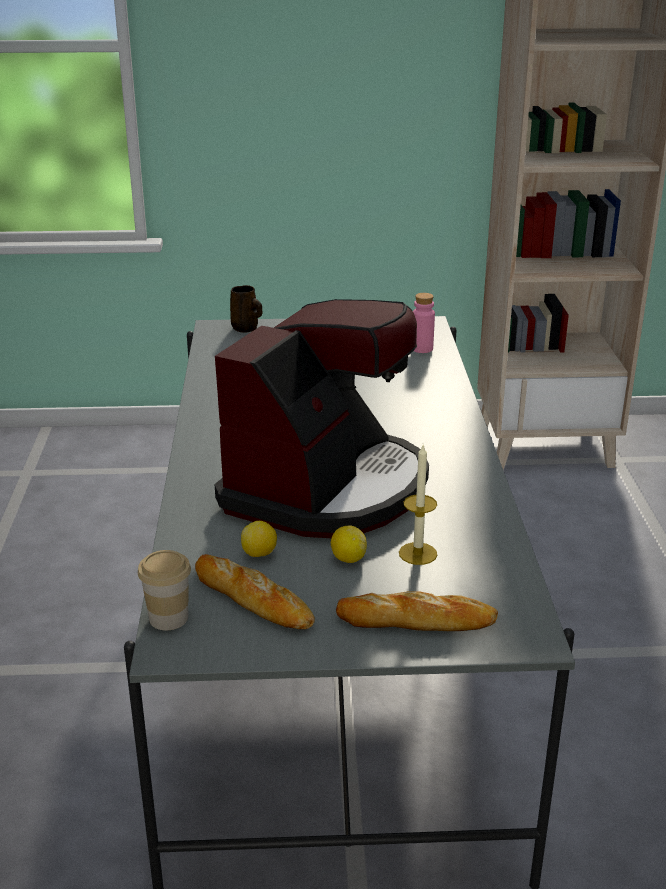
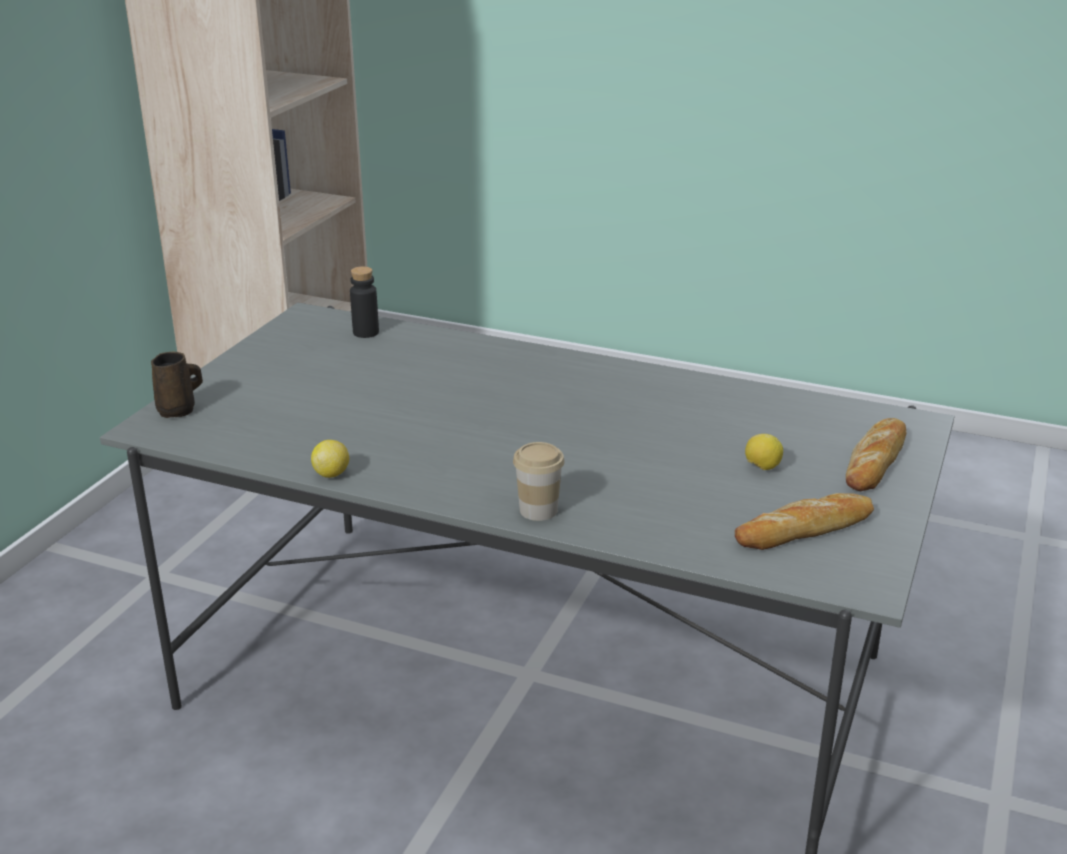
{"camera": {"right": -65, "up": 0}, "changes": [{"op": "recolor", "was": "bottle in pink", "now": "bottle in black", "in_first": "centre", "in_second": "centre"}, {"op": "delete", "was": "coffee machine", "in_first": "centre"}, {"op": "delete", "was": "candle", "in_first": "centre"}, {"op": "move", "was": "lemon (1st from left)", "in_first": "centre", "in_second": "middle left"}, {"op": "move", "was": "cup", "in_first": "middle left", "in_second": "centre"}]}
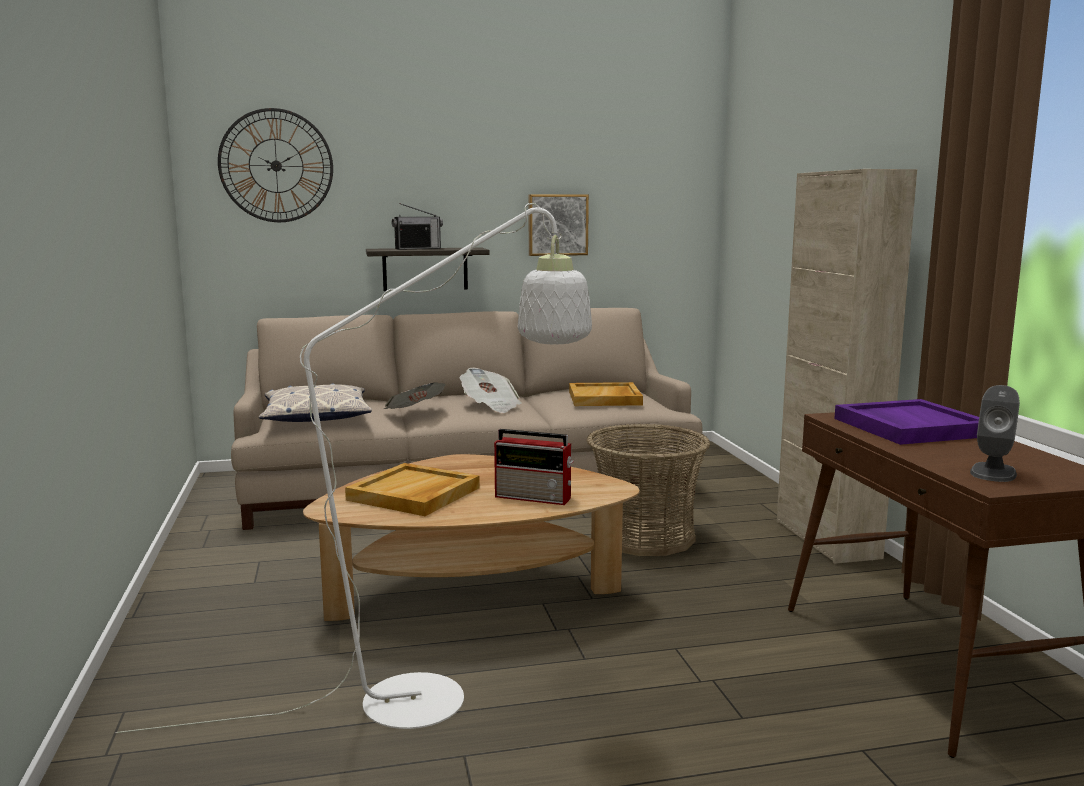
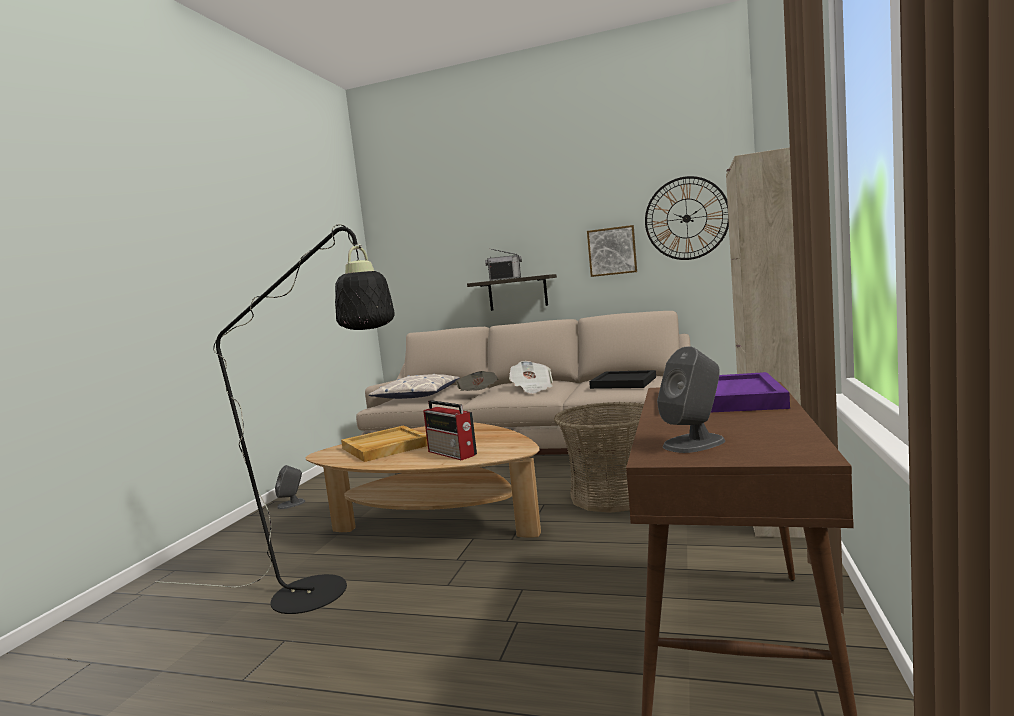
{"camera": {"right": 30, "up": -5}, "changes": [{"op": "move", "was": "wall clock", "in_first": "top left", "in_second": "top right"}, {"op": "recolor", "was": "floor lamp in white", "now": "floor lamp in black", "in_first": "middle left", "in_second": "middle left"}, {"op": "recolor", "was": "tray in beige (2nd from left)", "now": "tray in black", "in_first": "centre", "in_second": "centre"}, {"op": "insert", "now": "speaker in grey (1st from left)", "in_second": "bottom left"}]}
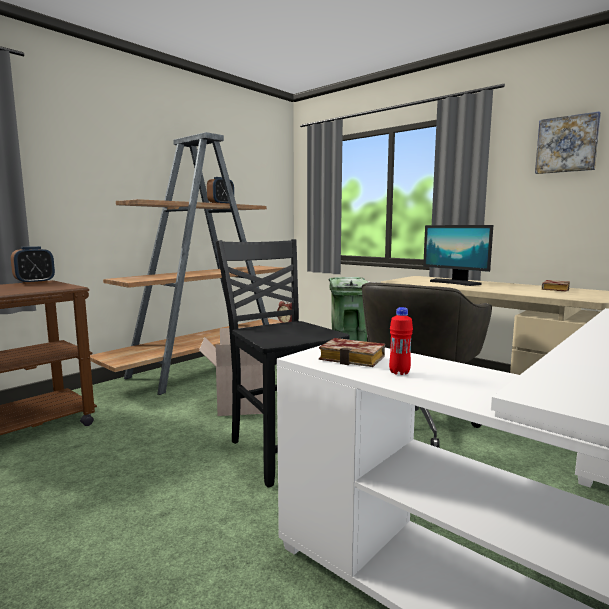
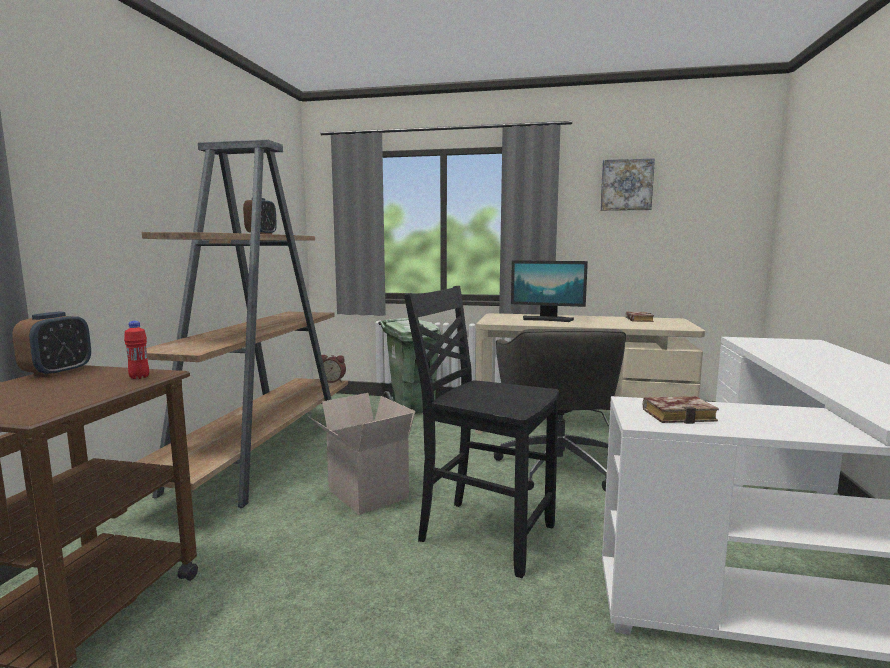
{"camera": {"right": -30, "up": 0}, "changes": [{"op": "move", "was": "bottle in red", "in_first": "centre", "in_second": "middle left"}]}
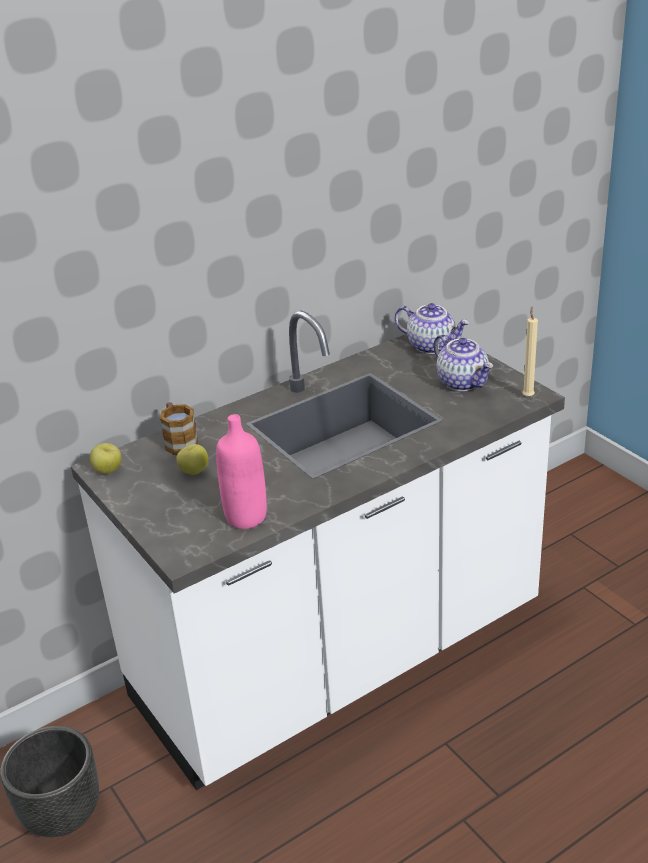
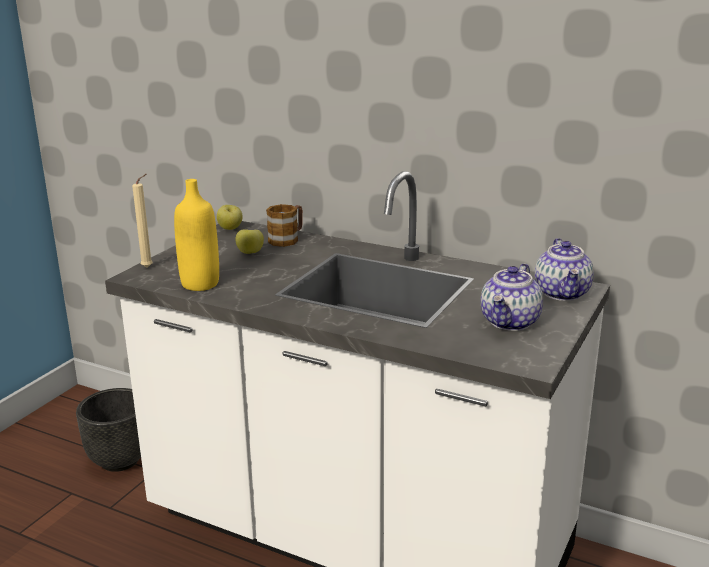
{"camera": {"right": 60, "up": -10}, "changes": [{"op": "move", "was": "candle in beige", "in_first": "middle right", "in_second": "middle left"}, {"op": "recolor", "was": "bottle in pink", "now": "bottle in yellow", "in_first": "centre", "in_second": "middle left"}]}
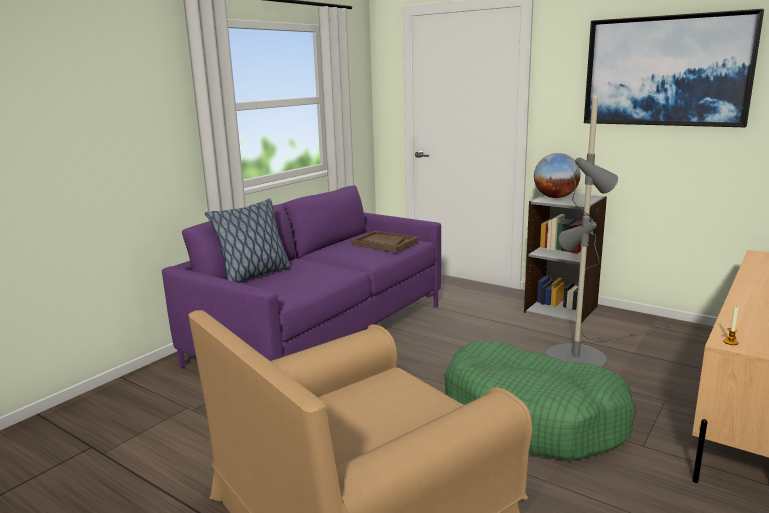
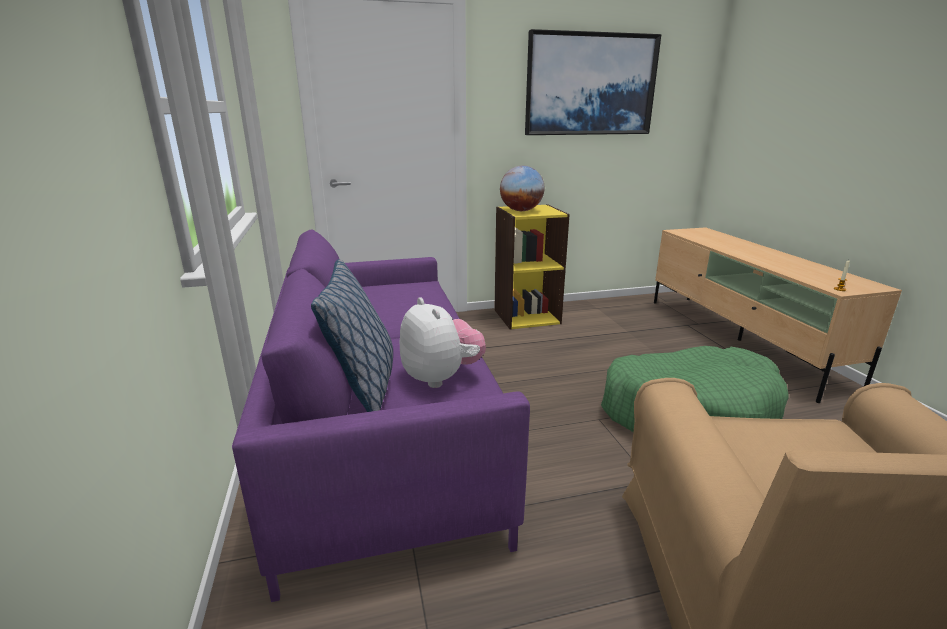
{"camera": {"right": -50, "up": 5}, "changes": [{"op": "delete", "was": "floor lamp in grey", "in_first": "middle right"}, {"op": "recolor", "was": "bookcase in grey", "now": "bookcase in yellow", "in_first": "middle right", "in_second": "centre"}, {"op": "delete", "was": "tray in brown", "in_first": "centre"}, {"op": "insert", "now": "plush toy", "in_second": "centre"}]}
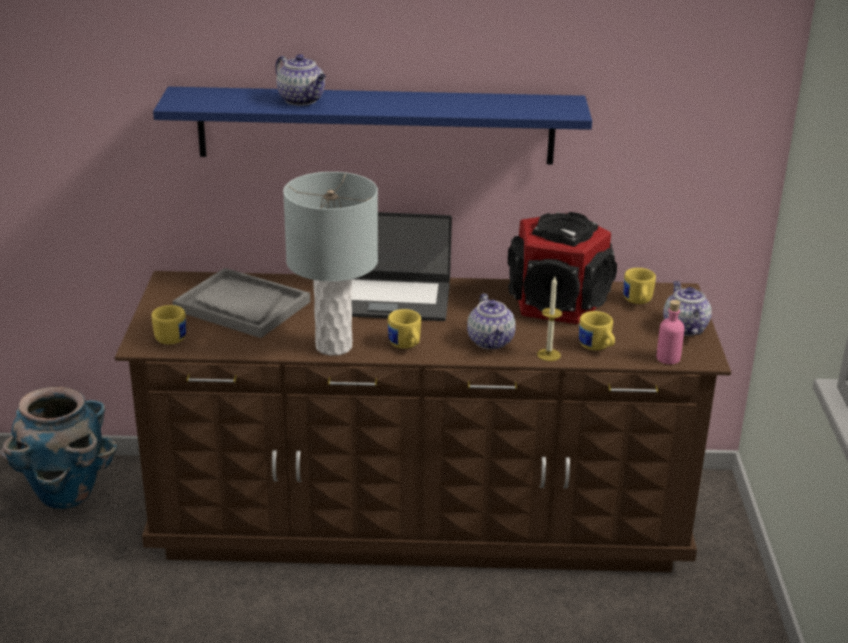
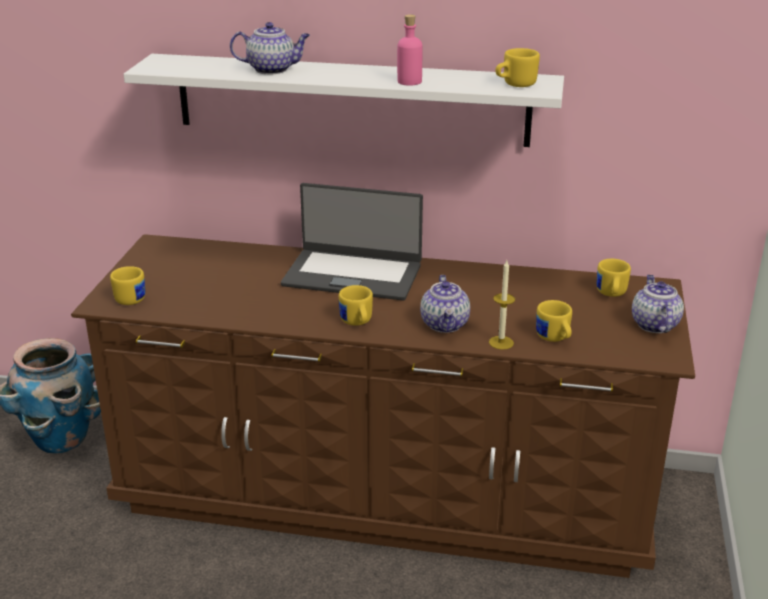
{"camera": {"right": 10, "up": 0}, "changes": [{"op": "rotate", "was": "teapot (1st from left)", "in_first": "top centre", "in_second": "top centre", "clockwise": -60}, {"op": "recolor", "was": "shelf in blue", "now": "shelf in white", "in_first": "top centre", "in_second": "top centre"}, {"op": "delete", "was": "table lamp in grey", "in_first": "centre"}, {"op": "delete", "was": "speaker", "in_first": "centre"}, {"op": "delete", "was": "tray in grey", "in_first": "middle left"}, {"op": "move", "was": "bottle in pink", "in_first": "middle right", "in_second": "top centre"}, {"op": "insert", "now": "mug in yellow (3rd from left)", "in_second": "top right"}]}
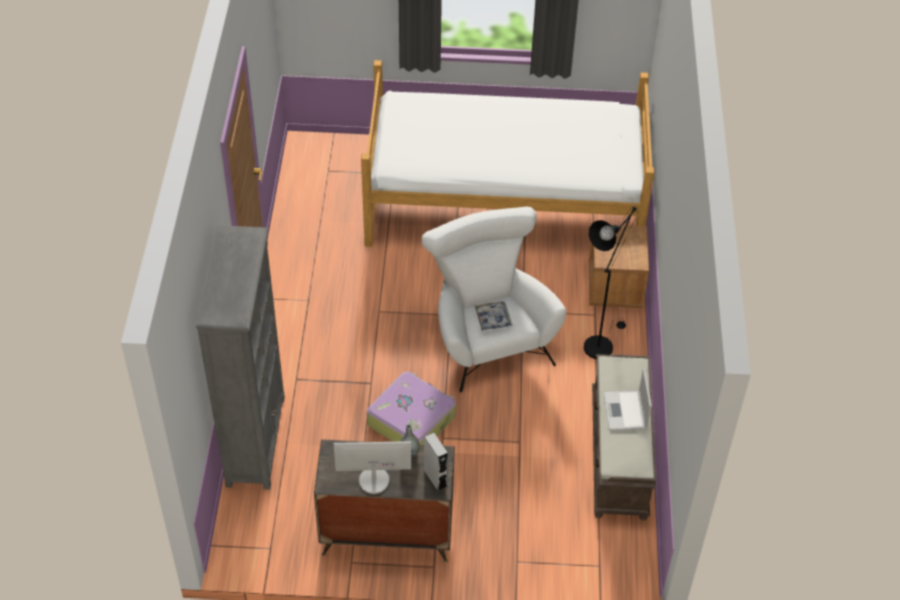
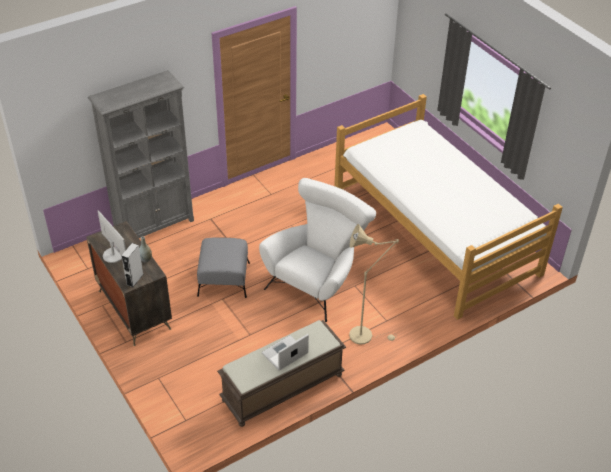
{"camera": {"right": 55, "up": -5}, "changes": [{"op": "recolor", "was": "floor lamp in black", "now": "floor lamp in beige", "in_first": "middle right", "in_second": "centre"}, {"op": "delete", "was": "nightstand in brown", "in_first": "middle right"}, {"op": "delete", "was": "tray", "in_first": "centre"}, {"op": "replace", "was": "suitcase", "now": "ottoman in grey", "in_first": "bottom centre", "in_second": "centre"}]}
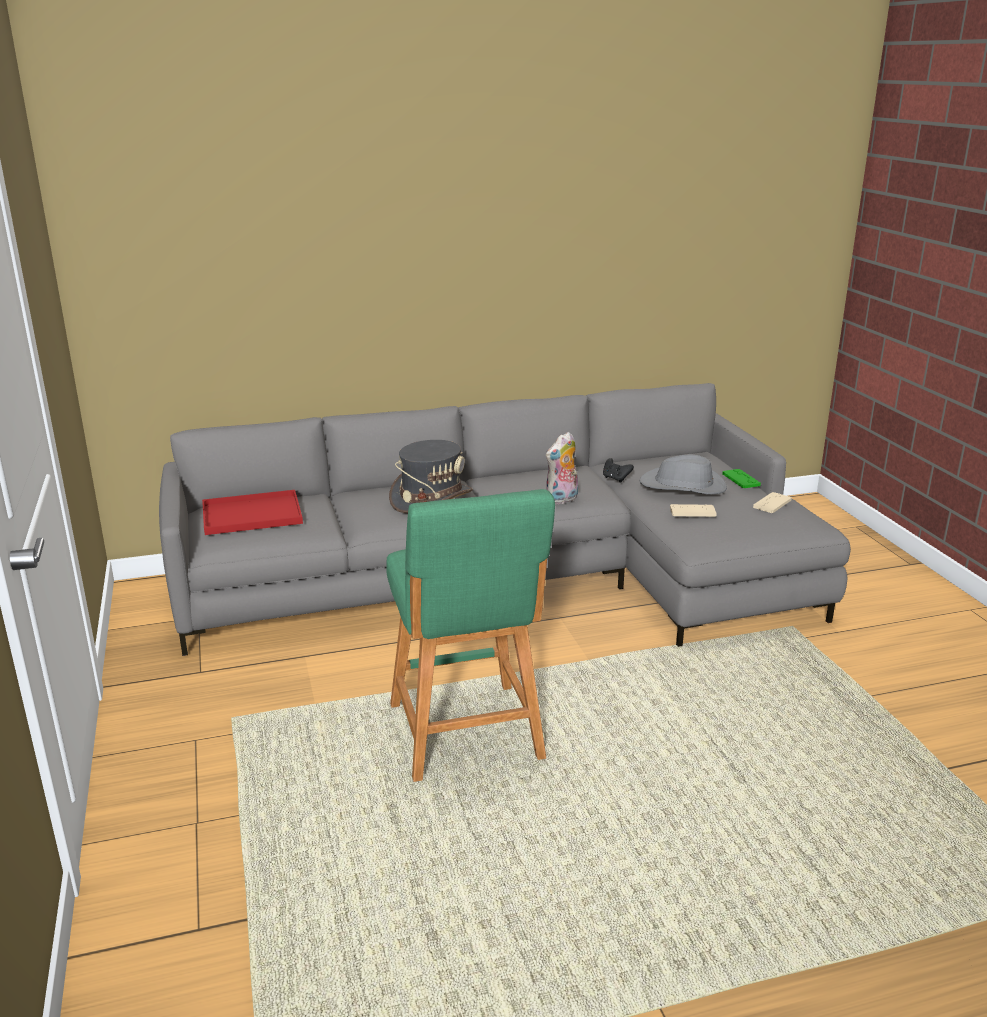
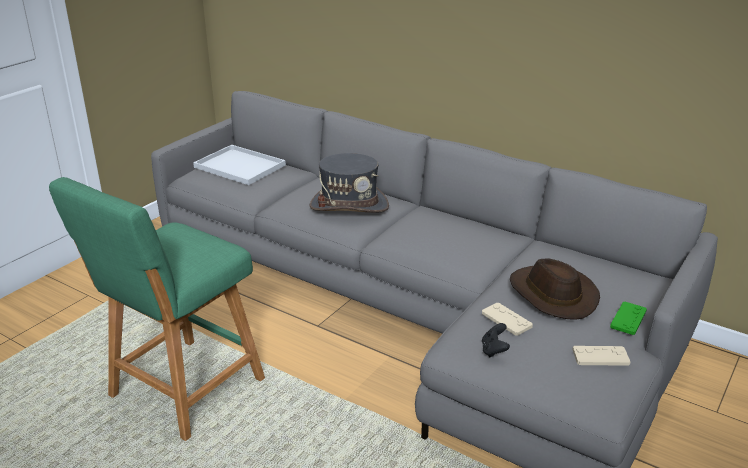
{"camera": {"right": 50, "up": 5}, "changes": [{"op": "delete", "was": "plush toy", "in_first": "centre"}, {"op": "recolor", "was": "hat in grey (2nd from left)", "now": "hat in brown", "in_first": "middle right", "in_second": "middle right"}, {"op": "move", "was": "game controller in black", "in_first": "centre", "in_second": "bottom centre"}, {"op": "recolor", "was": "tray in red", "now": "tray in white", "in_first": "middle left", "in_second": "middle left"}]}
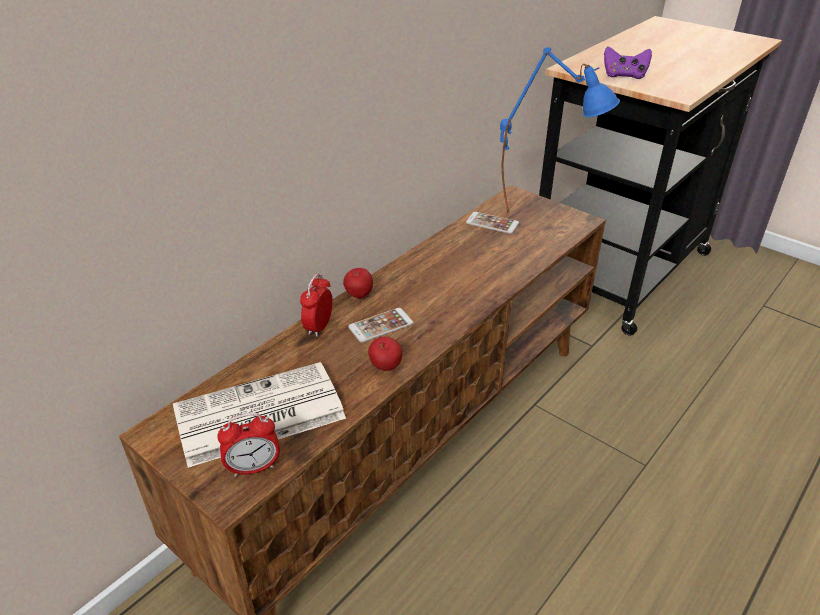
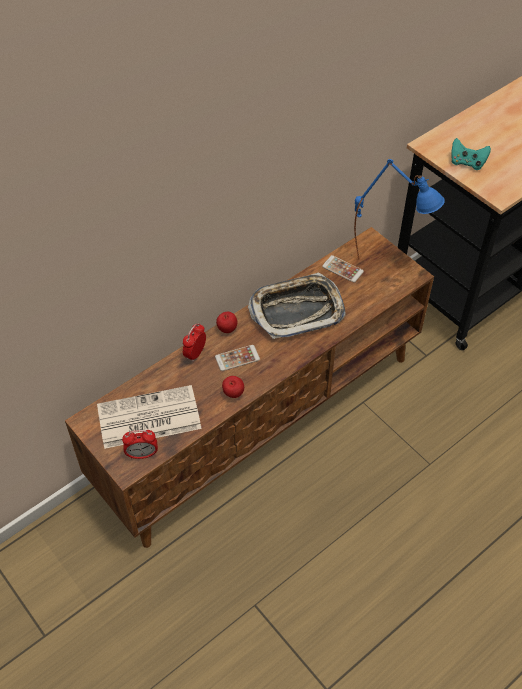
{"camera": {"right": 10, "up": 15}, "changes": [{"op": "recolor", "was": "game controller in purple", "now": "game controller in turquoise", "in_first": "top right", "in_second": "top right"}, {"op": "insert", "now": "tray", "in_second": "centre"}]}
